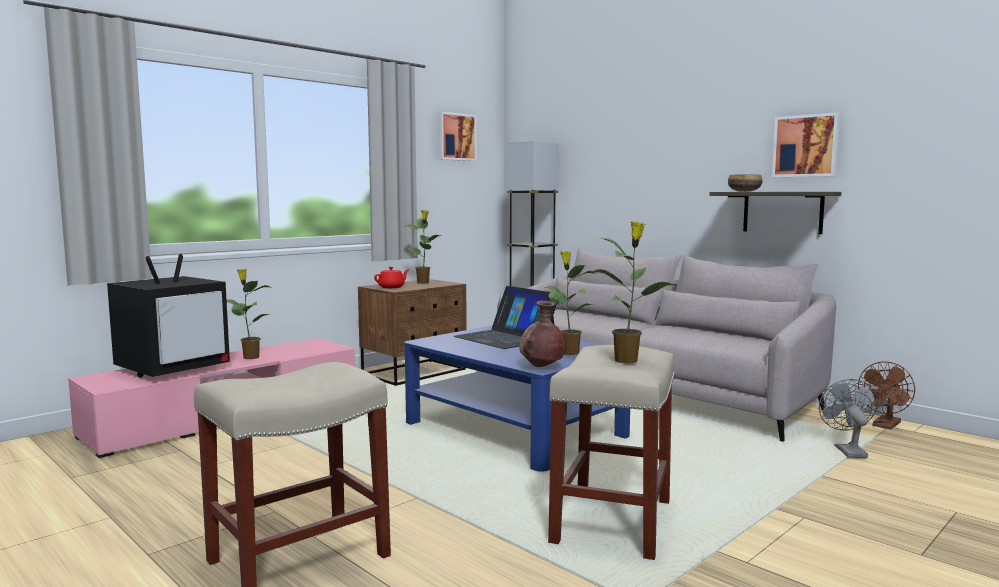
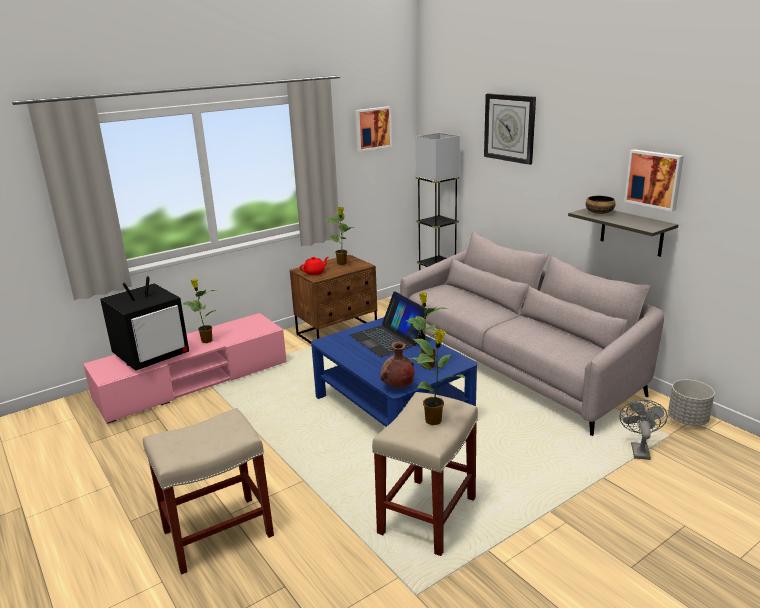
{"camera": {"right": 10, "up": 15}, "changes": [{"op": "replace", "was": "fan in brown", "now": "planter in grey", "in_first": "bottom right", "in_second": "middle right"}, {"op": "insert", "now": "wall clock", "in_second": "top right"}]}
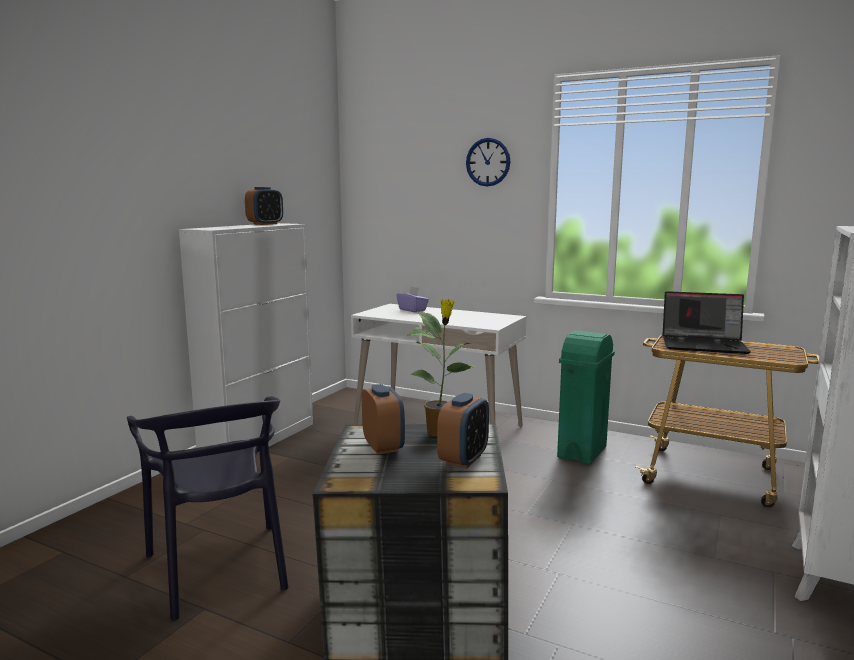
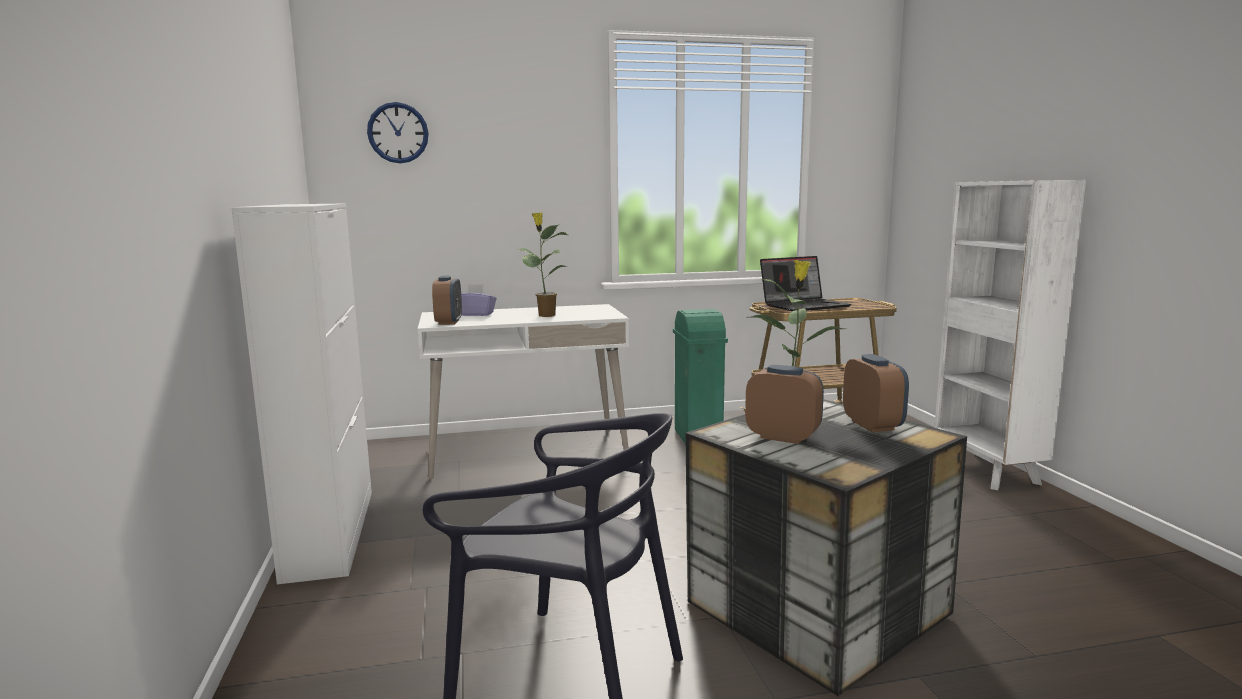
{"camera": {"right": -40, "up": 0}, "changes": [{"op": "move", "was": "wall clock", "in_first": "top centre", "in_second": "top left"}, {"op": "move", "was": "alarm clock (1st from left)", "in_first": "top left", "in_second": "centre"}, {"op": "insert", "now": "potted plant (1st from left)", "in_second": "centre"}]}
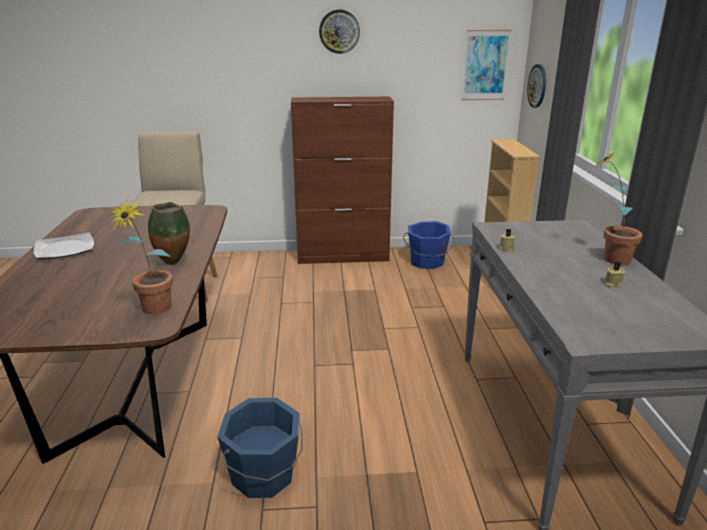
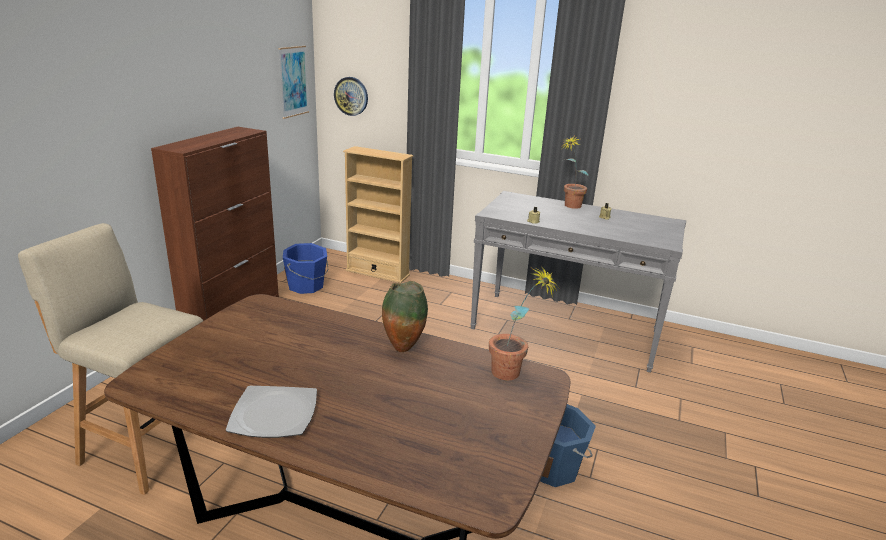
{"camera": {"right": -65, "up": 0}, "changes": [{"op": "delete", "was": "wall clock (1st from left)", "in_first": "top centre"}]}
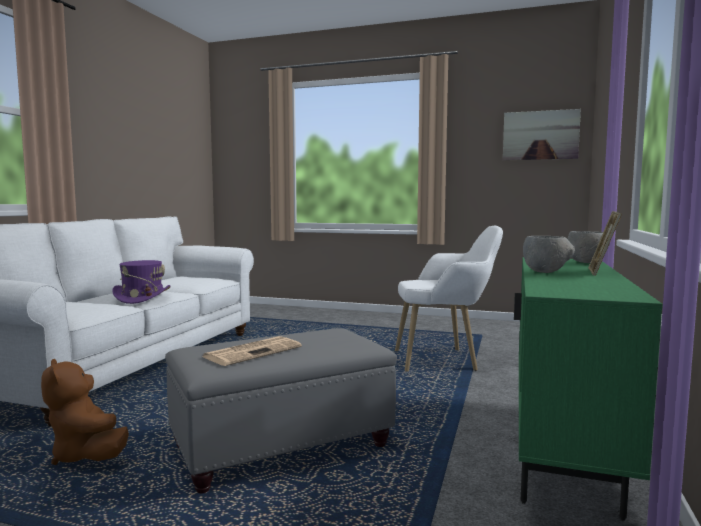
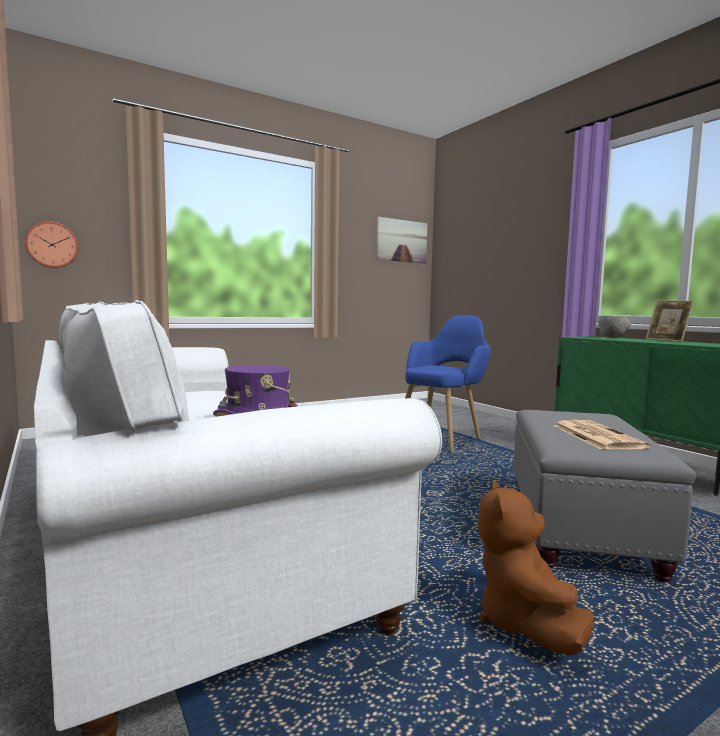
{"camera": {"right": -50, "up": 0}, "changes": [{"op": "recolor", "was": "armchair in white", "now": "armchair in blue", "in_first": "centre", "in_second": "centre"}, {"op": "delete", "was": "bowl in grey (1st from left)", "in_first": "middle right"}, {"op": "rotate", "was": "plush toy in brown", "in_first": "bottom left", "in_second": "bottom right", "clockwise": 90}, {"op": "insert", "now": "wall clock", "in_second": "top left"}]}
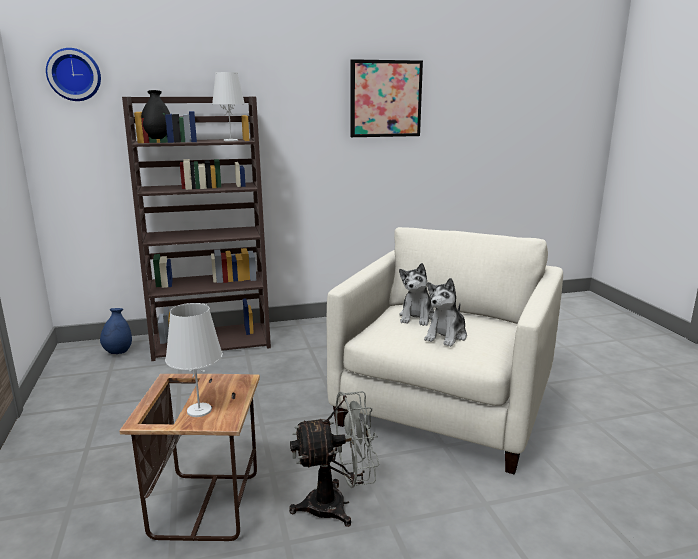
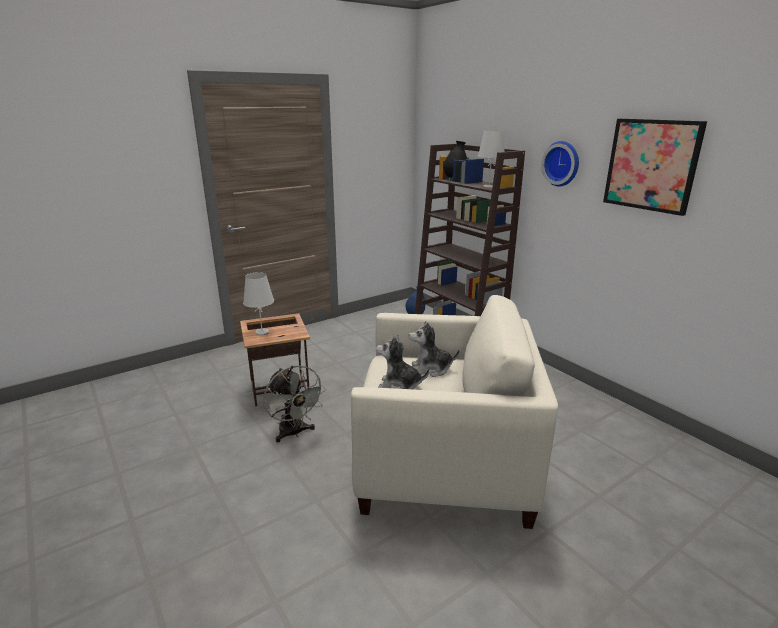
{"camera": {"right": 70, "up": 5}, "changes": [{"op": "move", "was": "wall clock", "in_first": "top left", "in_second": "top right"}]}
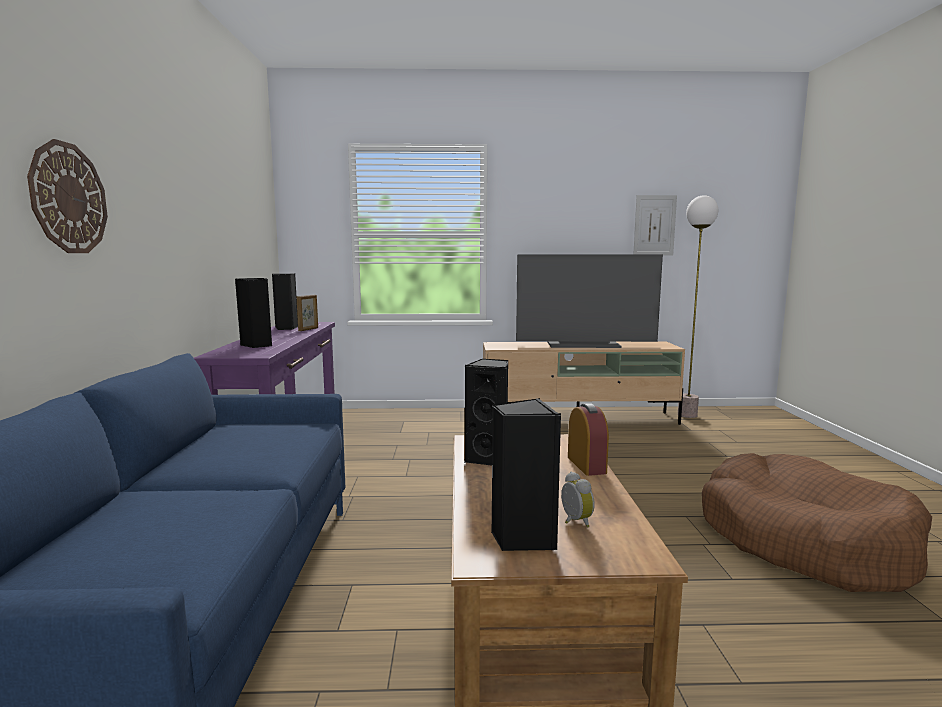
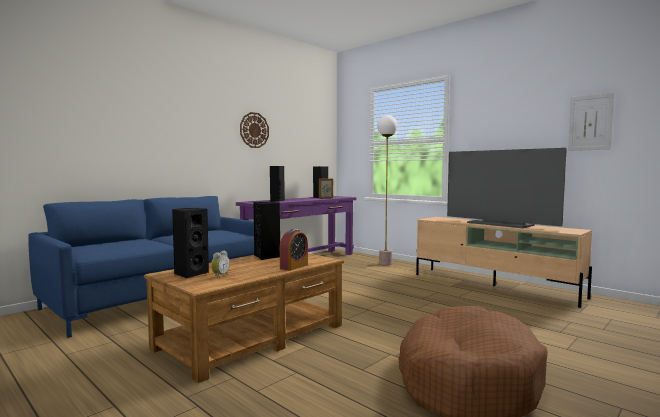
{"camera": {"right": 45, "up": -5}, "changes": [{"op": "move", "was": "wall clock", "in_first": "top left", "in_second": "top centre"}, {"op": "move", "was": "floor lamp", "in_first": "middle right", "in_second": "centre"}]}
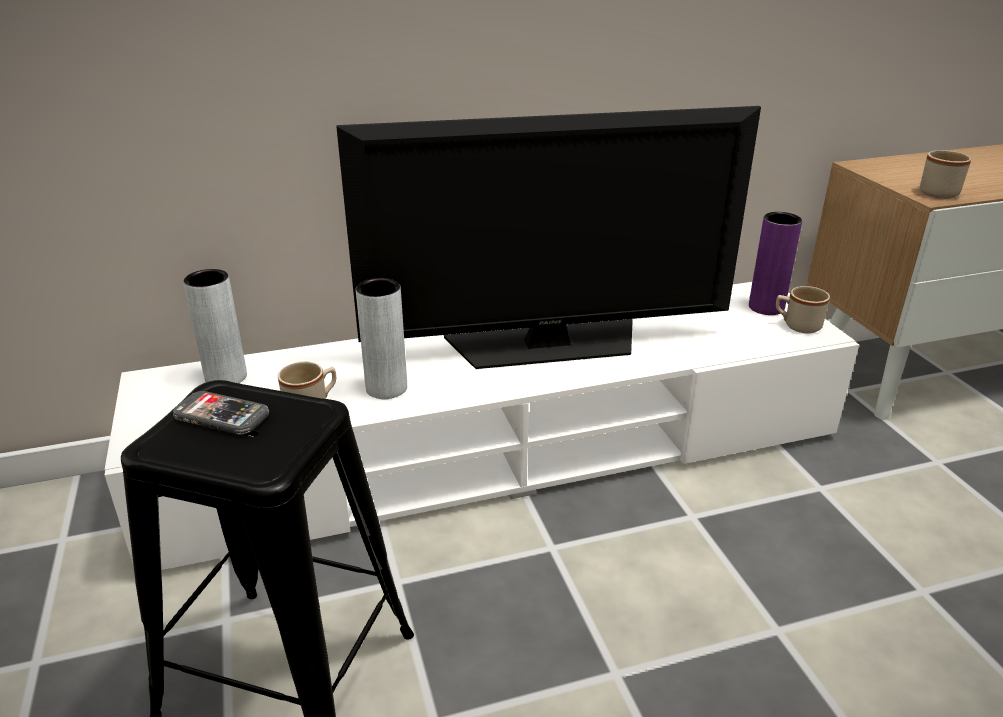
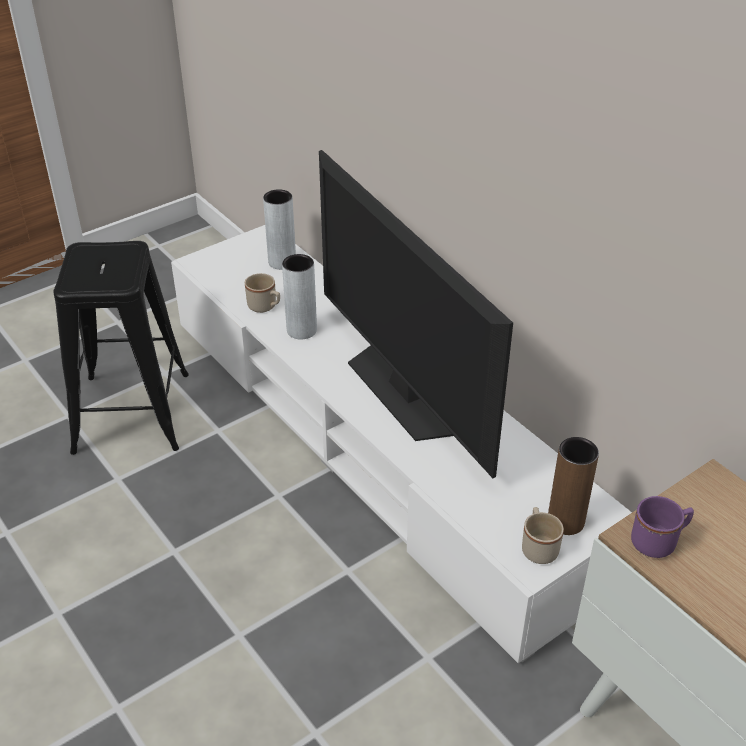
{"camera": {"right": 70, "up": 10}, "changes": [{"op": "recolor", "was": "mug in beige (3rd from left)", "now": "mug in purple", "in_first": "top right", "in_second": "bottom right"}, {"op": "recolor", "was": "vase in purple", "now": "vase in brown", "in_first": "middle right", "in_second": "middle right"}, {"op": "delete", "was": "phone", "in_first": "middle left"}]}
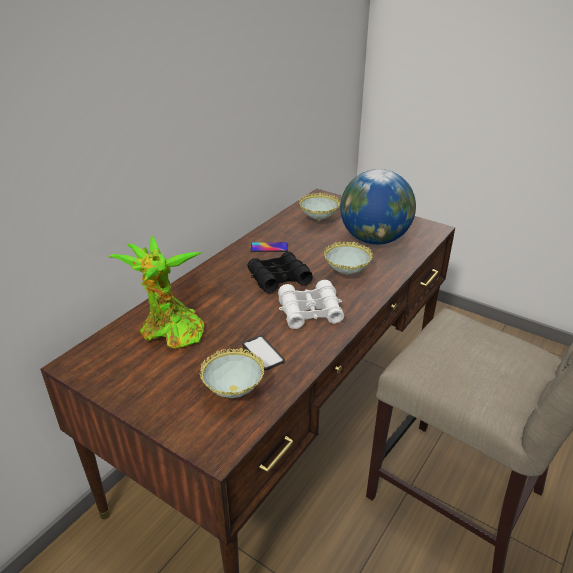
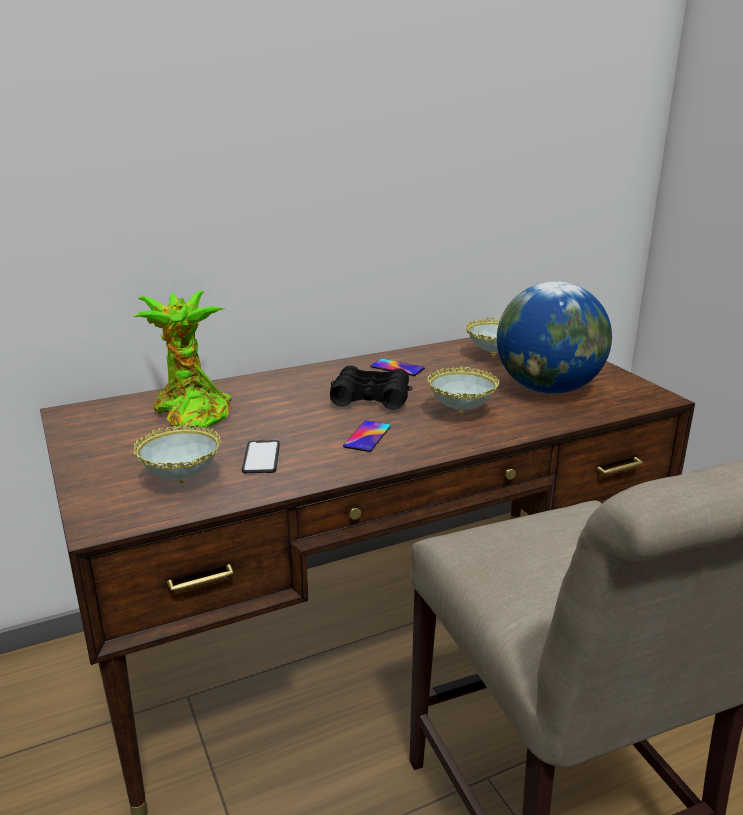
{"camera": {"right": 30, "up": -10}, "changes": [{"op": "replace", "was": "binoculars in white", "now": "phone (2nd from left)", "in_first": "centre", "in_second": "centre"}]}
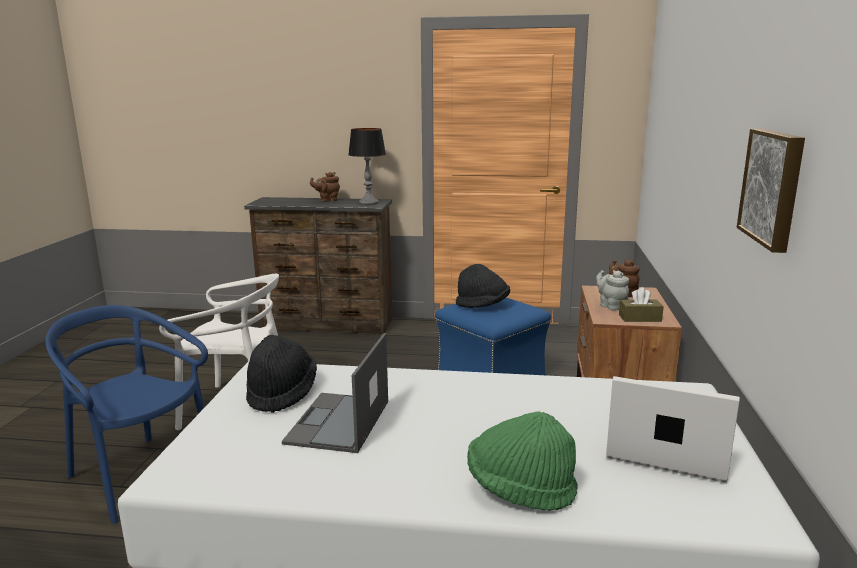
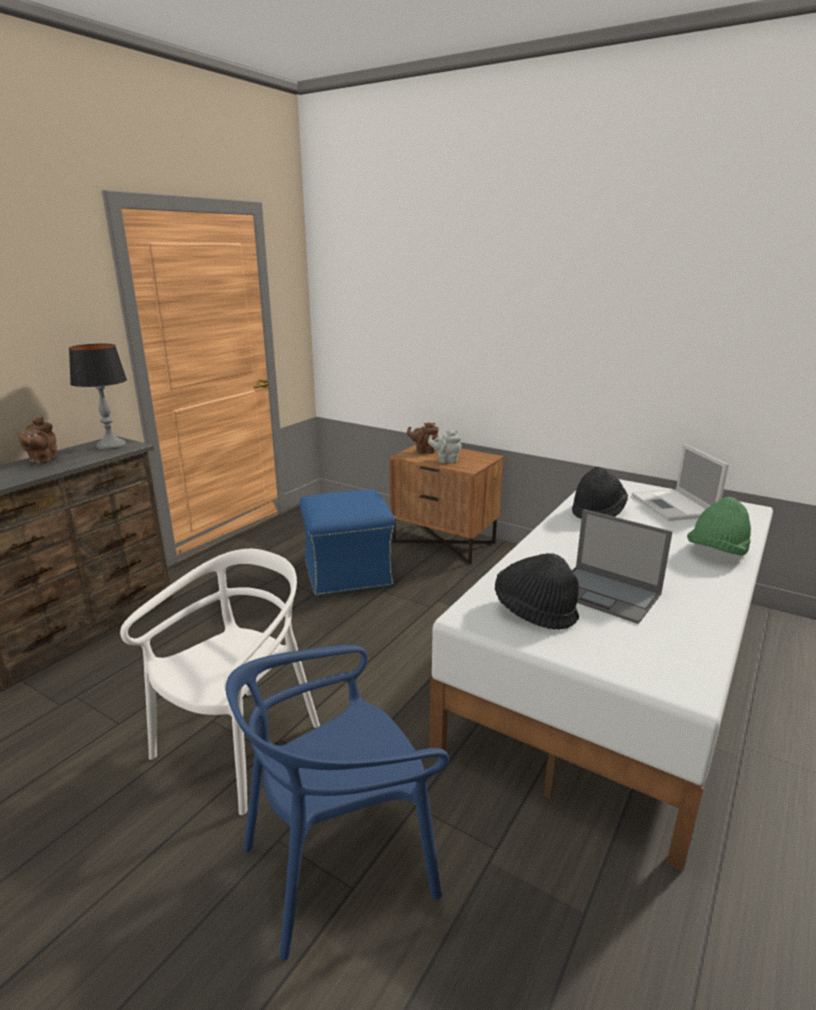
{"camera": {"right": -65, "up": 5}, "changes": [{"op": "delete", "was": "picture", "in_first": "middle right"}, {"op": "move", "was": "hat in black (2nd from left)", "in_first": "centre", "in_second": "middle right"}, {"op": "delete", "was": "tissue box in brown", "in_first": "middle right"}, {"op": "rotate", "was": "laptop (2nd from left)", "in_first": "bottom right", "in_second": "middle right", "clockwise": -60}]}
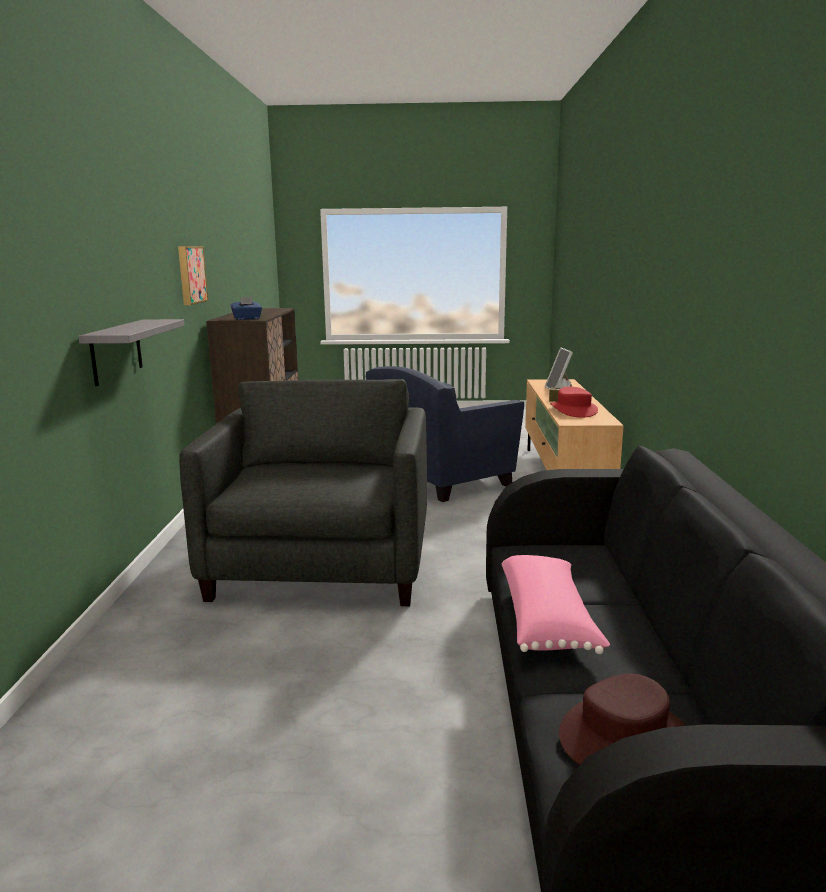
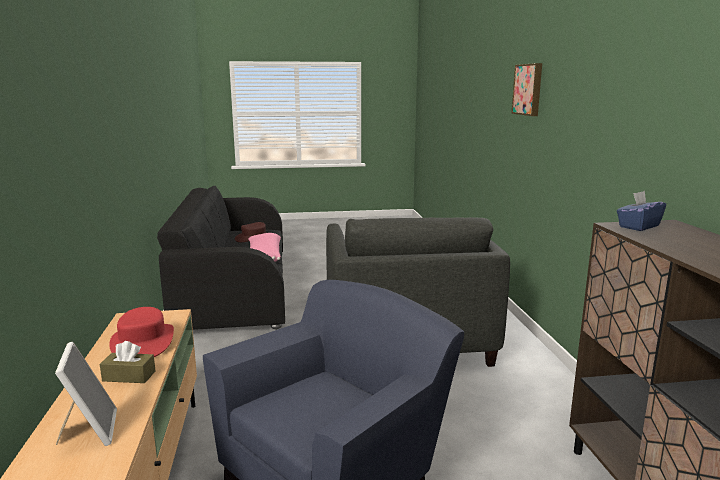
{"camera": {"right": 170, "up": 0}, "changes": [{"op": "move", "was": "picture", "in_first": "top left", "in_second": "top right"}, {"op": "delete", "was": "shelf in grey", "in_first": "middle left"}]}
